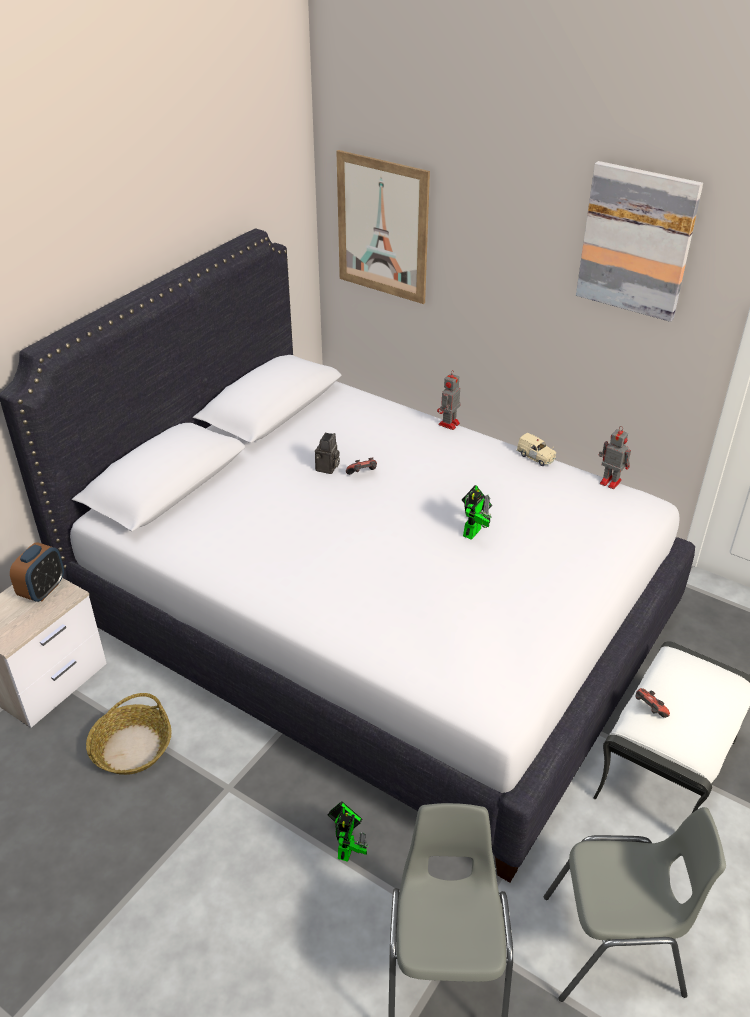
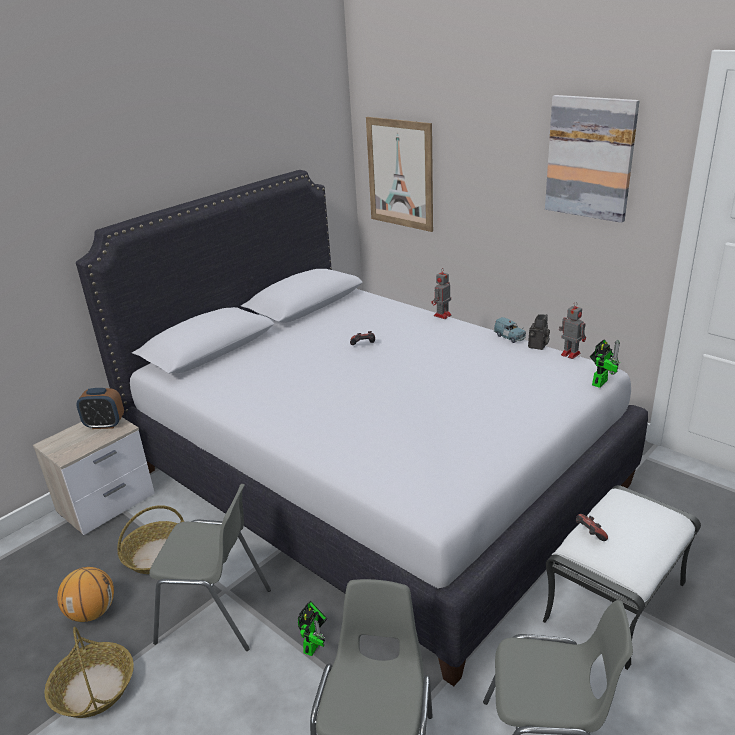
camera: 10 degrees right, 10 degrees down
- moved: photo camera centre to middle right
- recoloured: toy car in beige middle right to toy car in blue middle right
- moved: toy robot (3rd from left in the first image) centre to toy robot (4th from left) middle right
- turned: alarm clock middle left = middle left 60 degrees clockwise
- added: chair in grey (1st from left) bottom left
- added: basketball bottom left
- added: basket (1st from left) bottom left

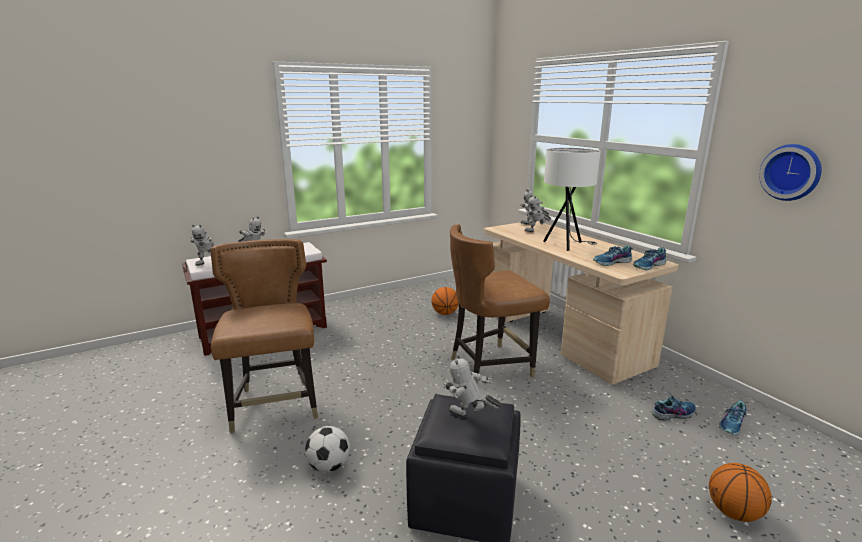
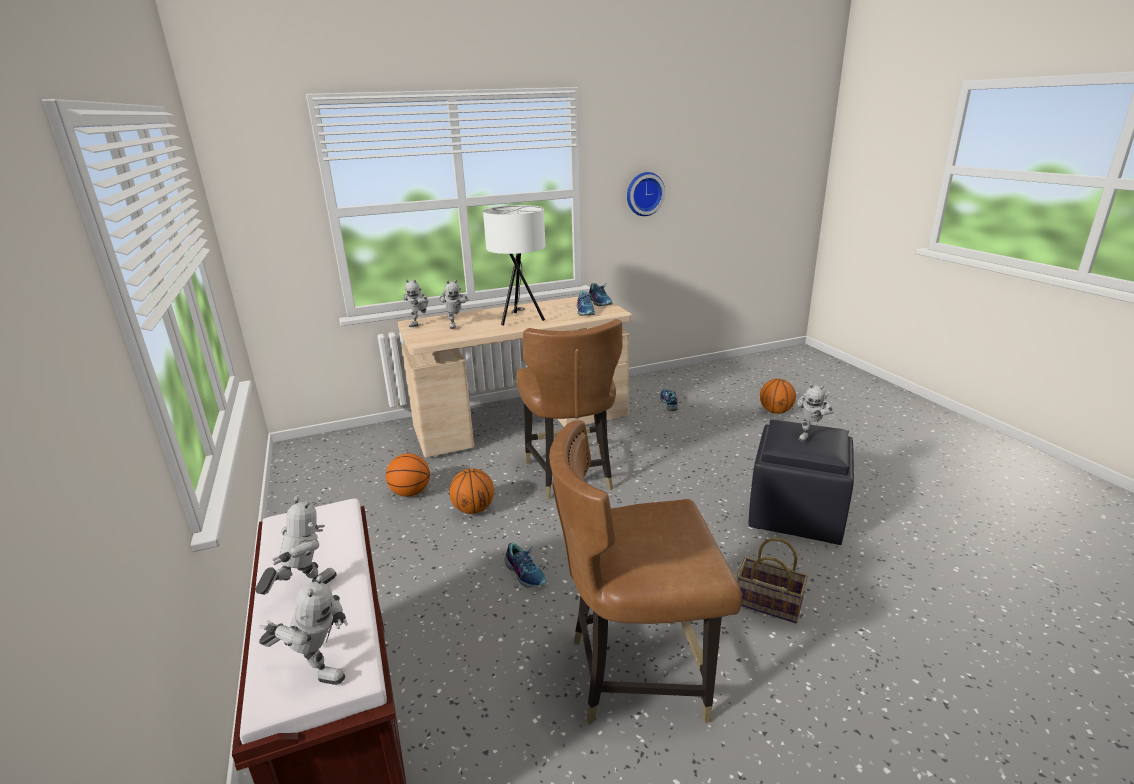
camera: 80 degrees left, 5 degrees up
- moved: shoe (4th from left in the first image) bottom right to shoe (1st from left) bottom centre
- replaced: football bottom centre to basket bottom right
- added: basketball (2nd from left) centre

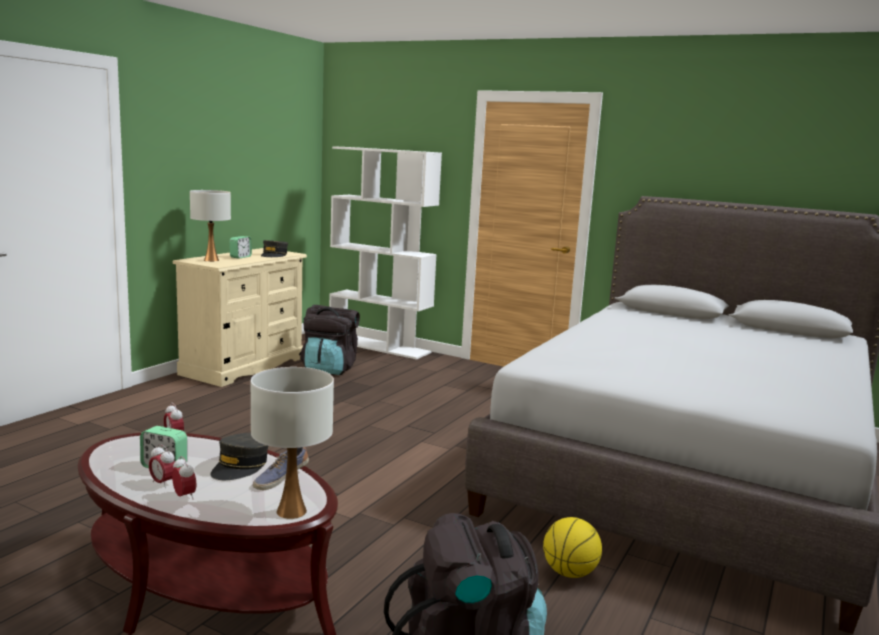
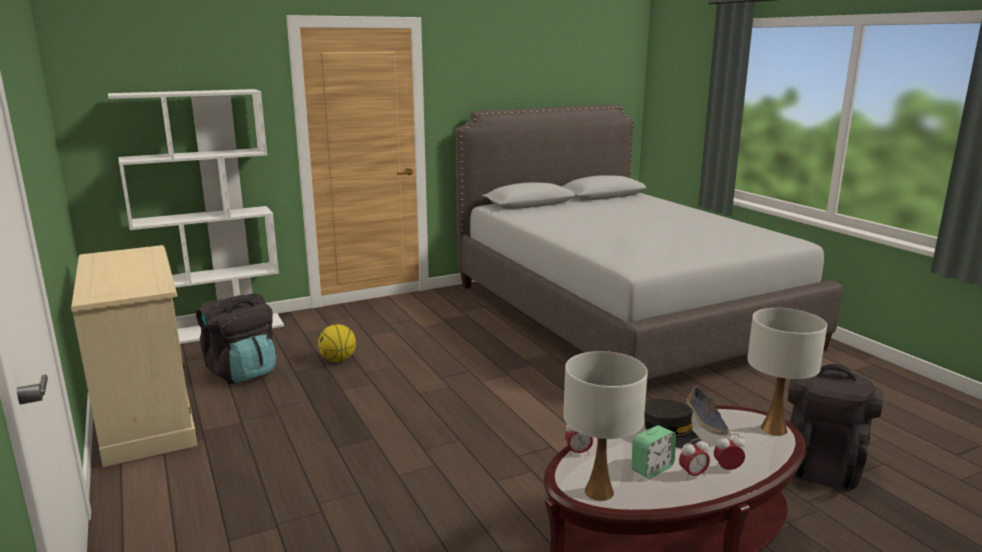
camera: 55 degrees left, 5 degrees up
- moved: table lamp in white (1st from left) middle left to bottom centre
- removed: alarm clock (5th from left) middle left
- removed: cap in grey (2nd from left) middle left
- moved: basketball bottom centre to centre

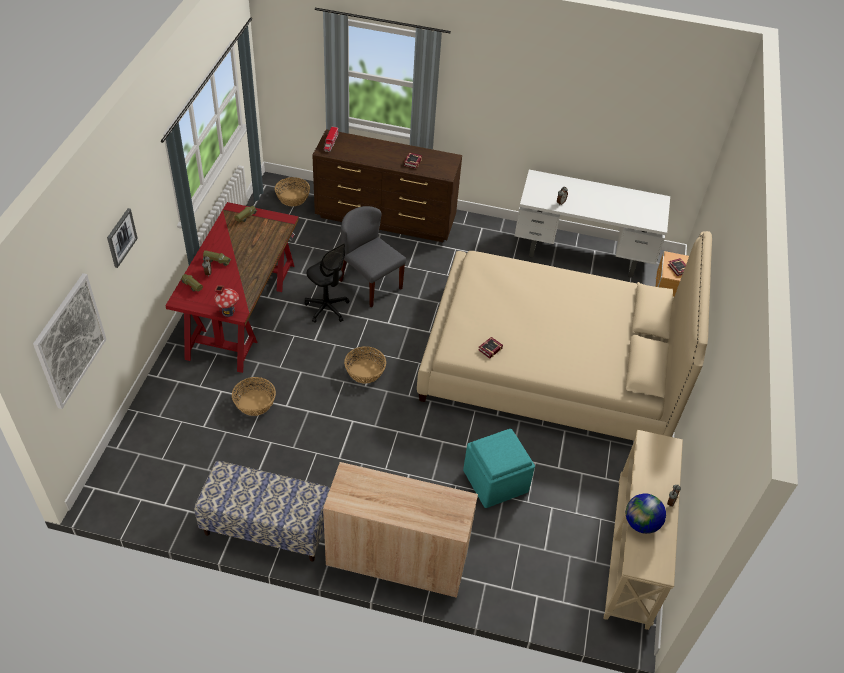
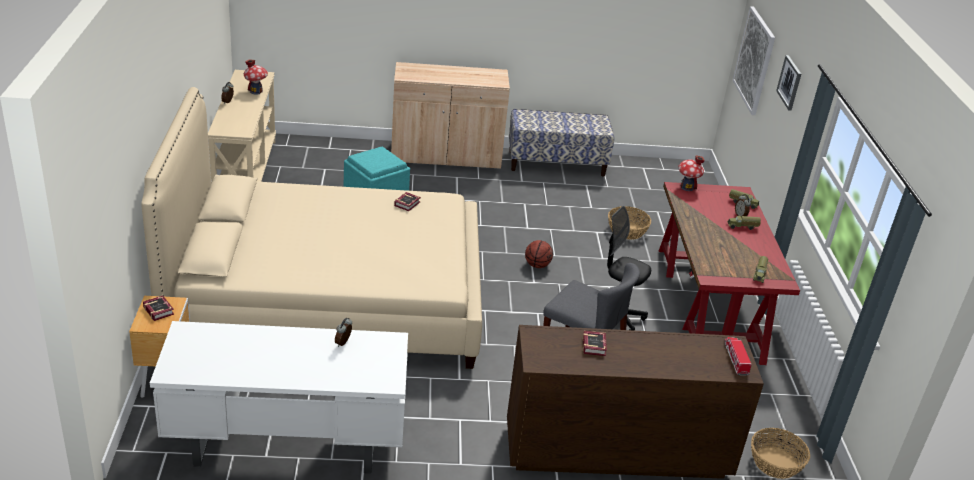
camera: 165 degrees right, 15 degrees down
- replaced: basket (3rd from left) centre to basketball centre
- replaced: globe bottom right to toy house (1st from left) top left

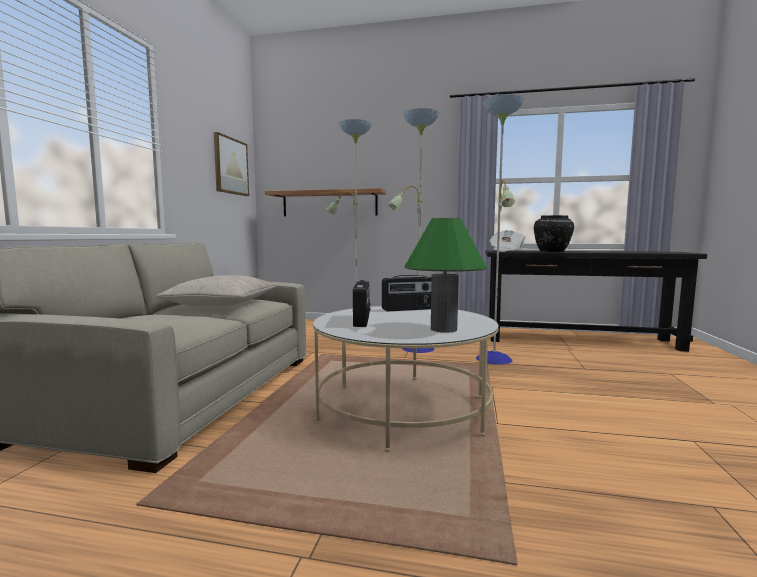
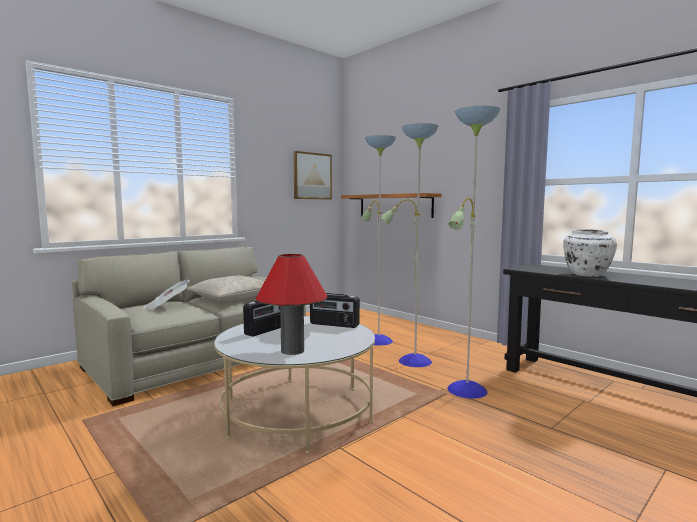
camera: 35 degrees right, 0 degrees up
- recoloured: vase in black middle right to vase in white middle right
- recoloured: table lamp in green centre to table lamp in red centre
- moved: newspaper middle right to middle left

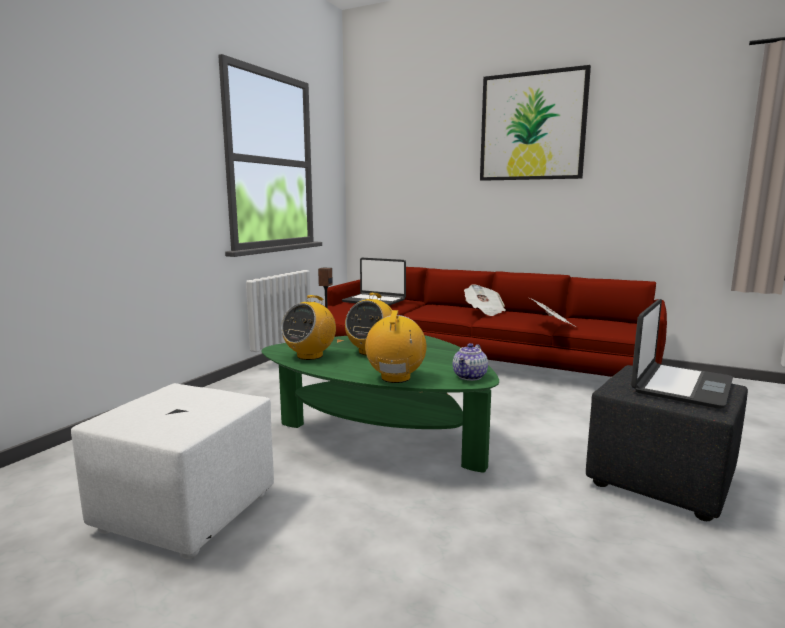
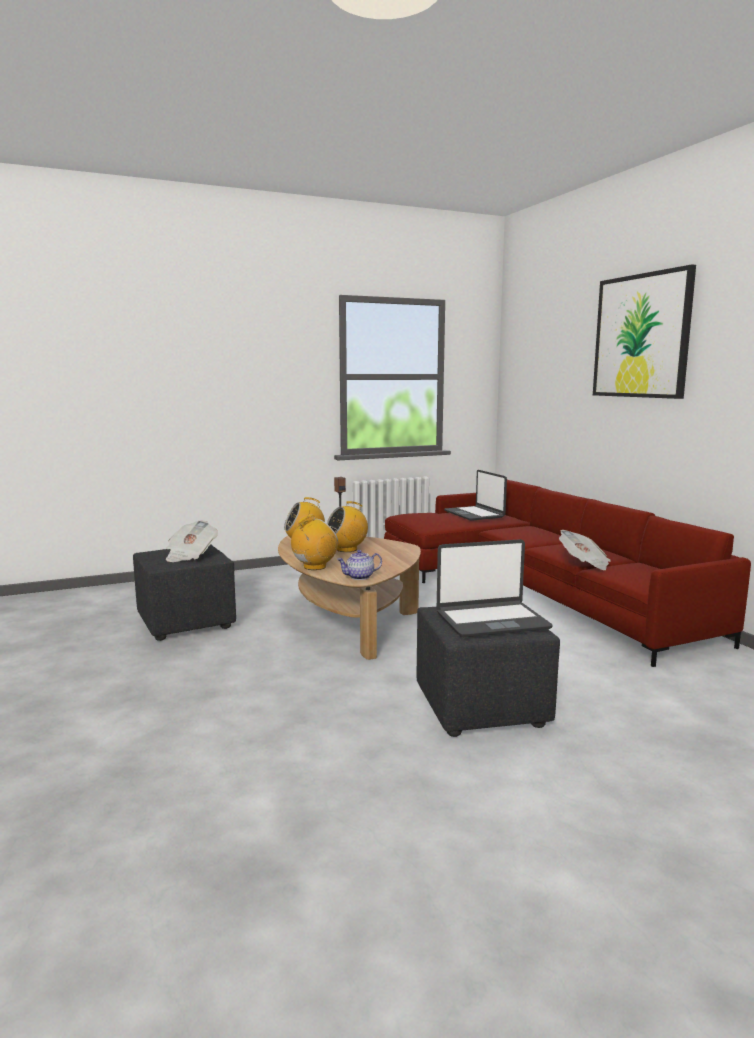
camera: 40 degrees right, 0 degrees up
- moved: newspaper (1st from left) centre to middle left
- recoloured: coffee table in green centre to coffee table in brown centre
- recoloured: ottoman in white bottom left to ottoman in black (1st from left) middle left

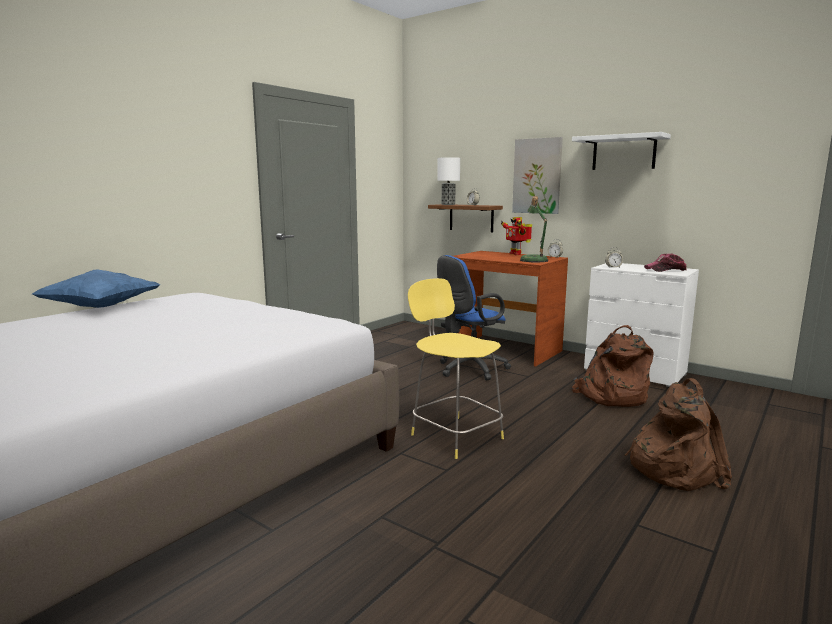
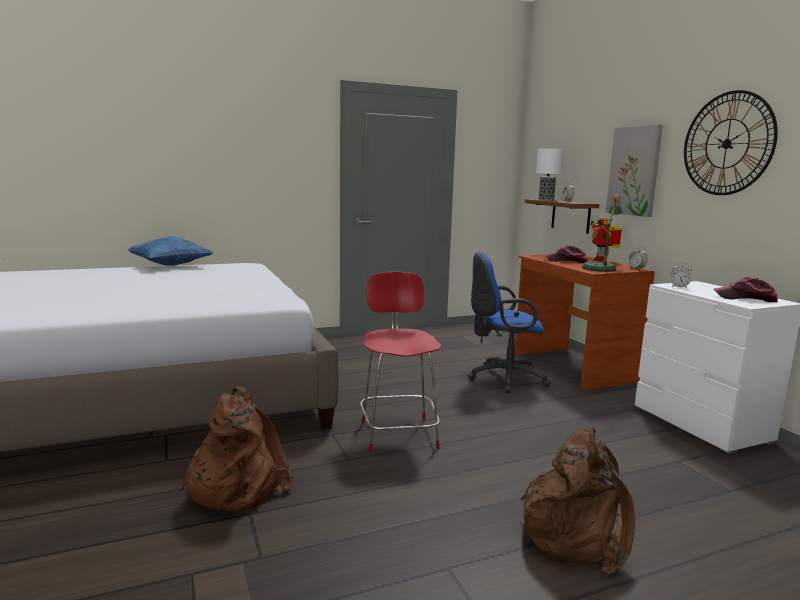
camera: 30 degrees right, 0 degrees up
- replaced: shelf in white top right to wall clock top right
- recoloured: stool in yellow centre to stool in red centre
- moved: backpack in brown (1st from left) middle right to bottom left
- added: cap (1st from left) middle right

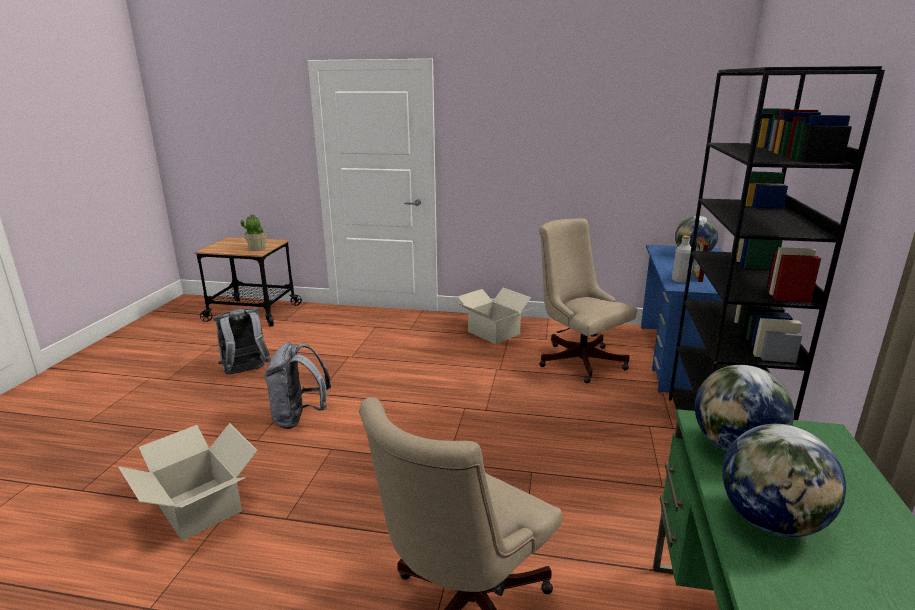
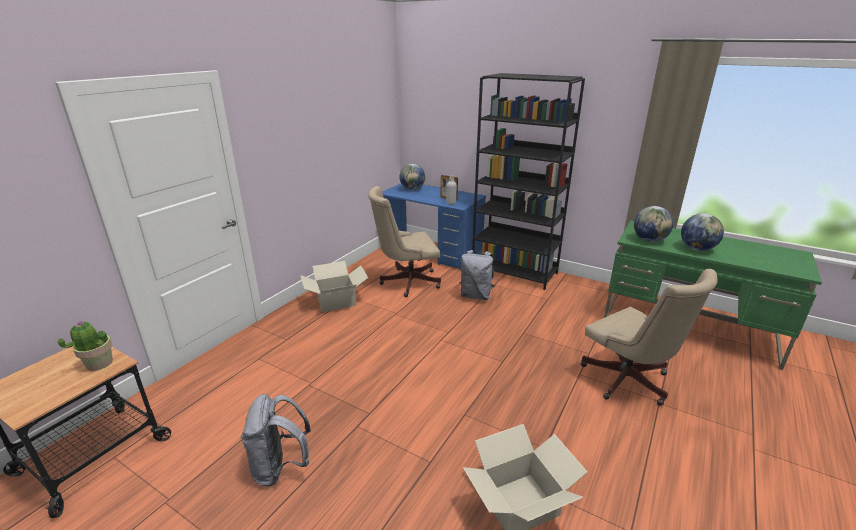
camera: 70 degrees left, 5 degrees up
- moved: backpack in grey (2nd from left) middle left to centre

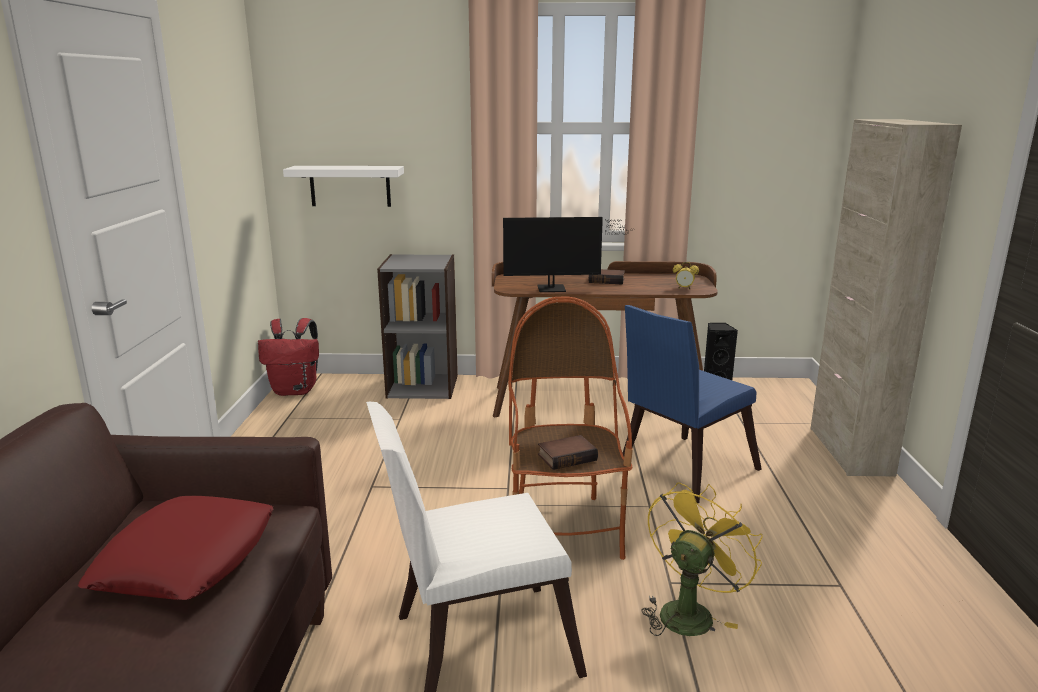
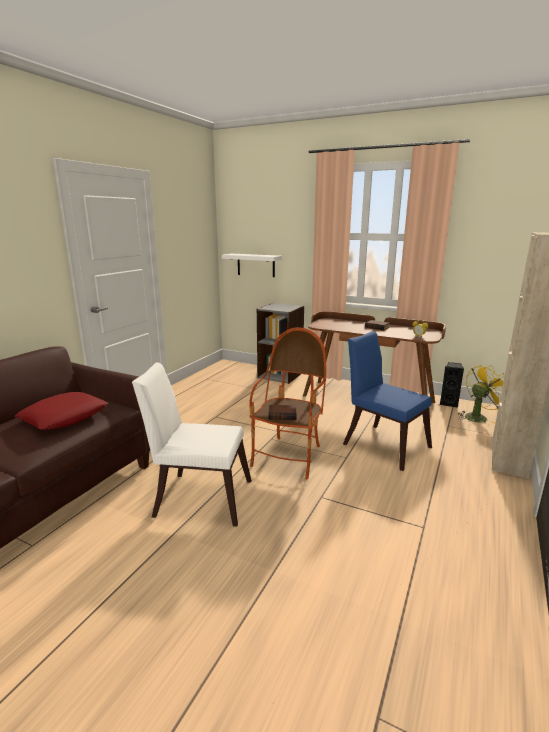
camera: 25 degrees right, 0 degrees up
- removed: monitor centre
- turned: chair in blue middle right = middle right 60 degrees clockwise
- removed: backpack in red middle left
- moved: fan in yellow bottom right to middle right

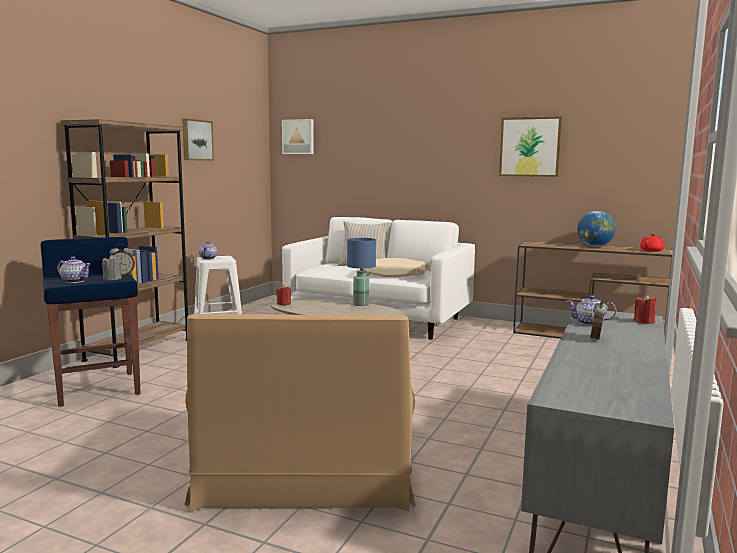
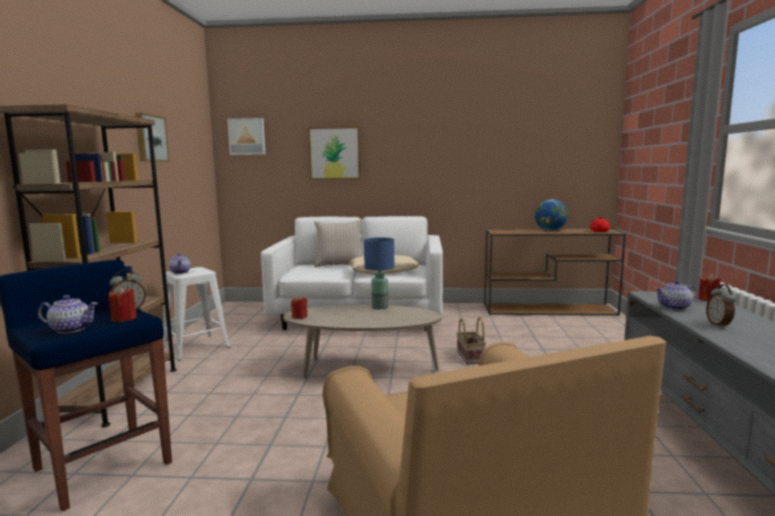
camera: 20 degrees left, 0 degrees up
- moved: picture (3rd from left) top right to top centre
- recoloured: candle in grey middle left to candle in red (1st from left) middle left
- added: basket centre

